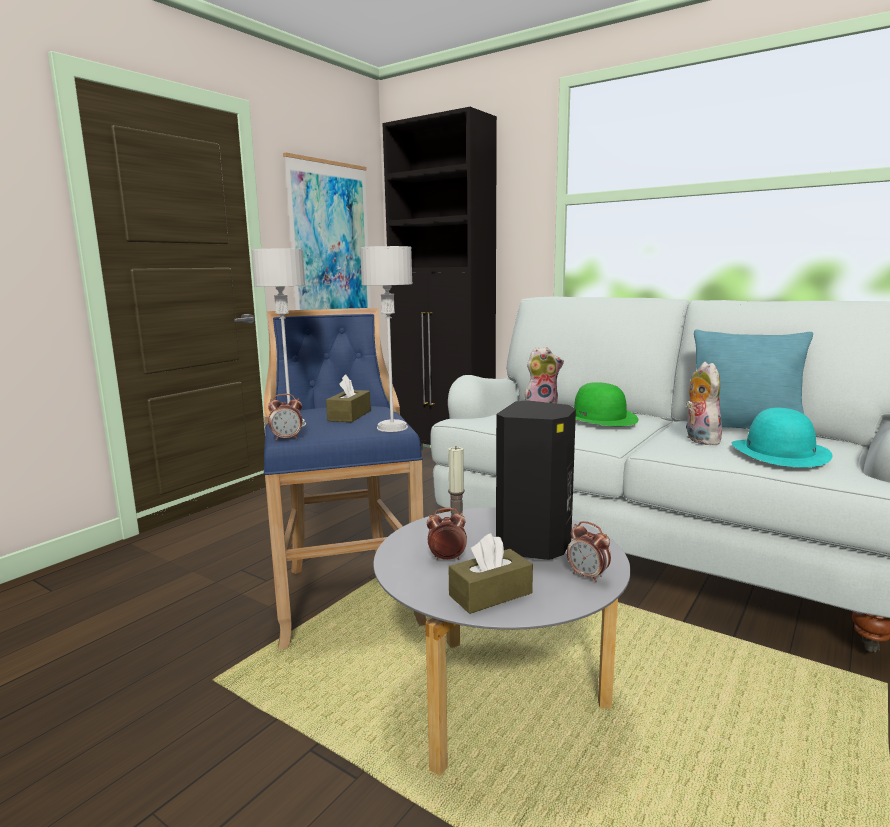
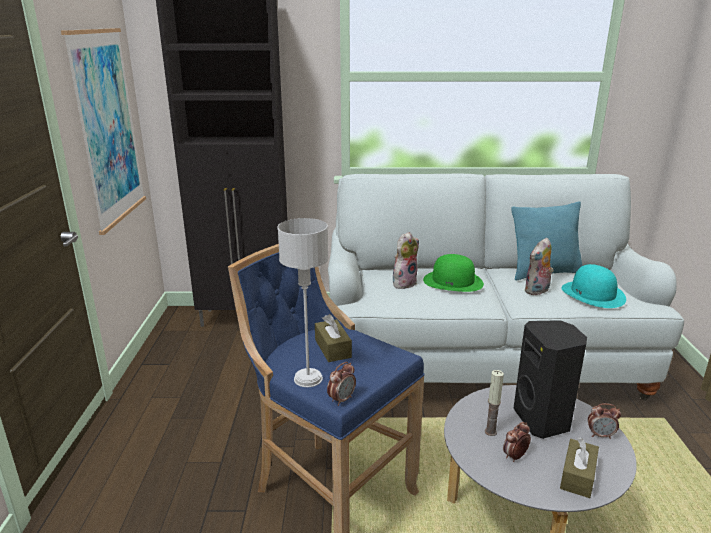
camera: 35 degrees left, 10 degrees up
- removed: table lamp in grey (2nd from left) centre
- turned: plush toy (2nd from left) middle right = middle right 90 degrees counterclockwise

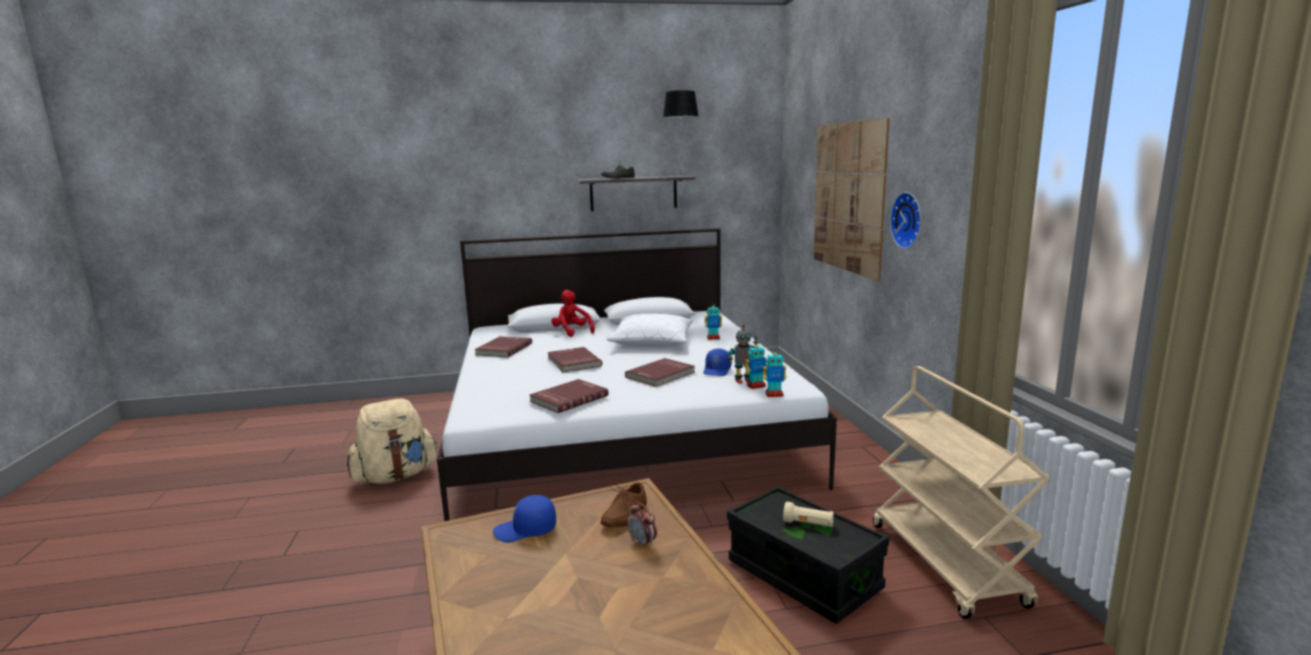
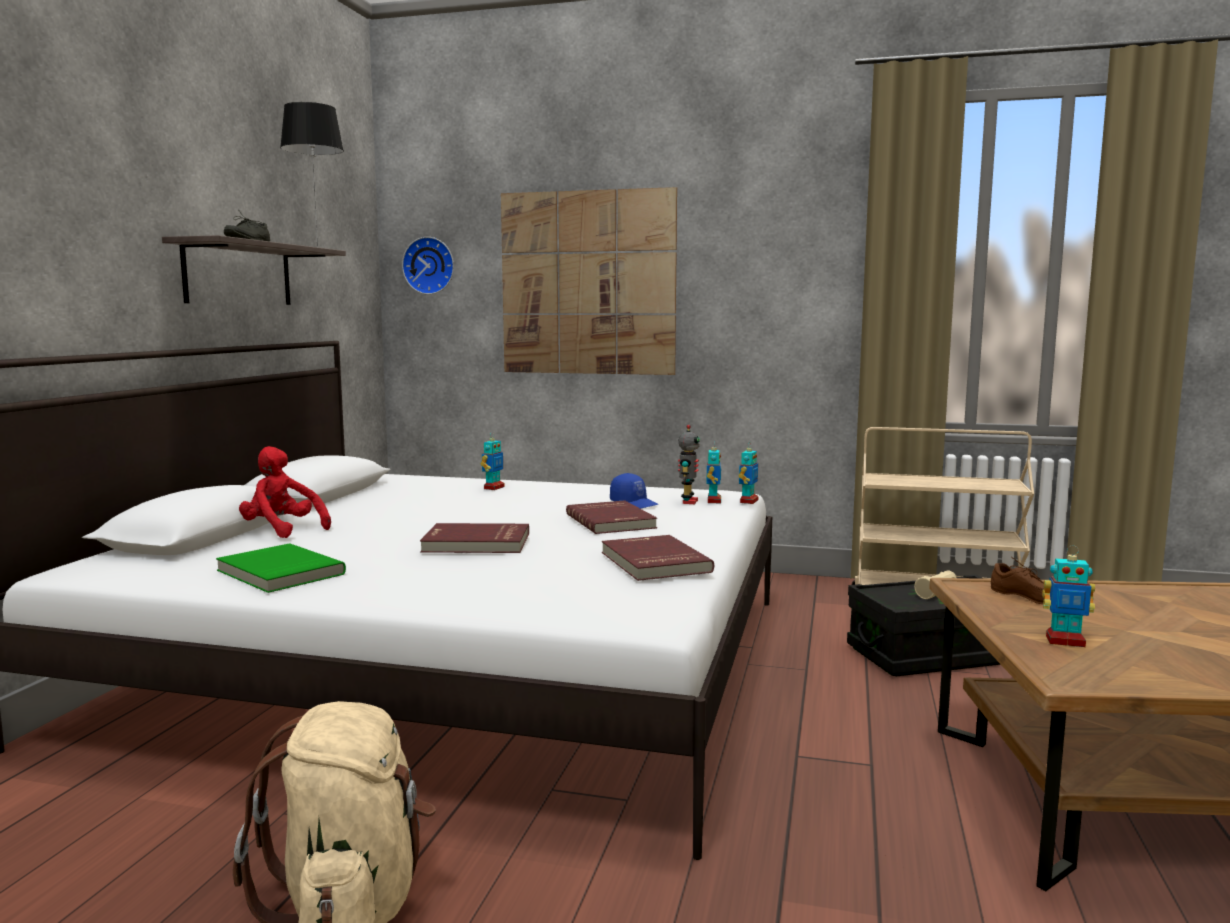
camera: 65 degrees left, 5 degrees down
- moved: wall clock middle right to top centre
- turned: plush toy in red centre = middle left 45 degrees clockwise
- removed: pillow in white centre
- recoloured: book in red (1st from left) centre to book in green middle left
- replaced: cap in blue (1st from left) bottom centre to toy robot (5th from left) middle right
- removed: alarm clock bottom centre

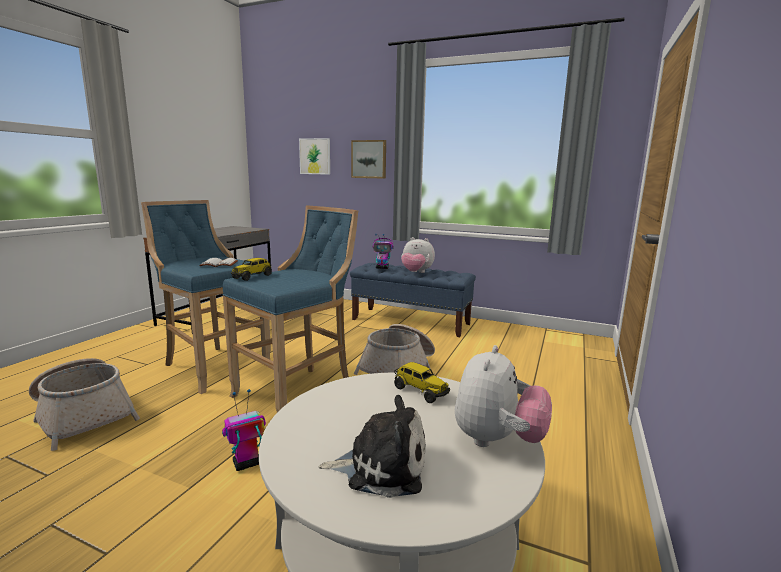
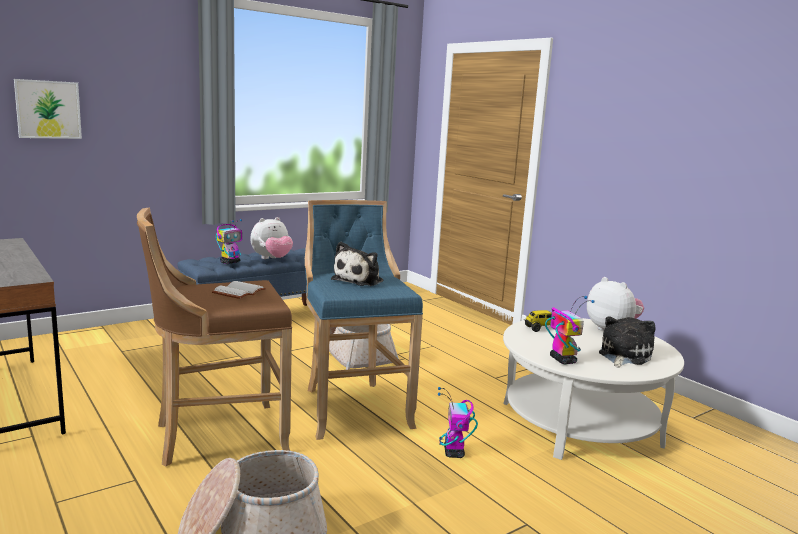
camera: 60 degrees left, 0 degrees up
- removed: picture (2nd from left) top centre
- recoloured: stool in blue (1st from left) middle left to stool in brown middle left
- removed: toy truck (1st from left) middle left
- added: plush toy (2nd from left) centre
- added: toy robot (3rd from left) middle right

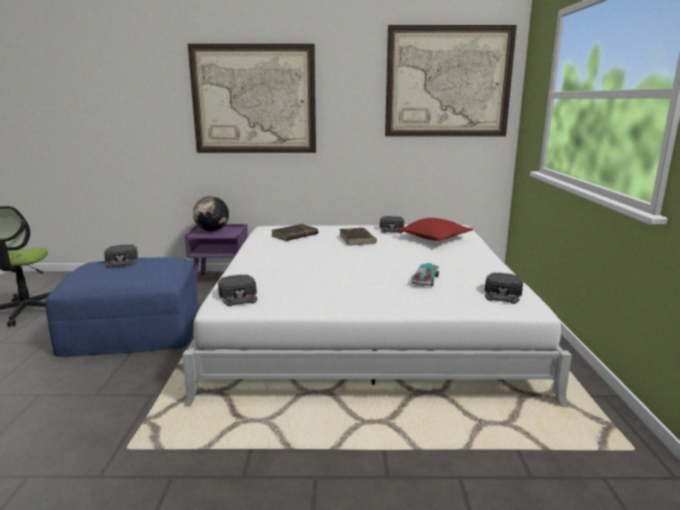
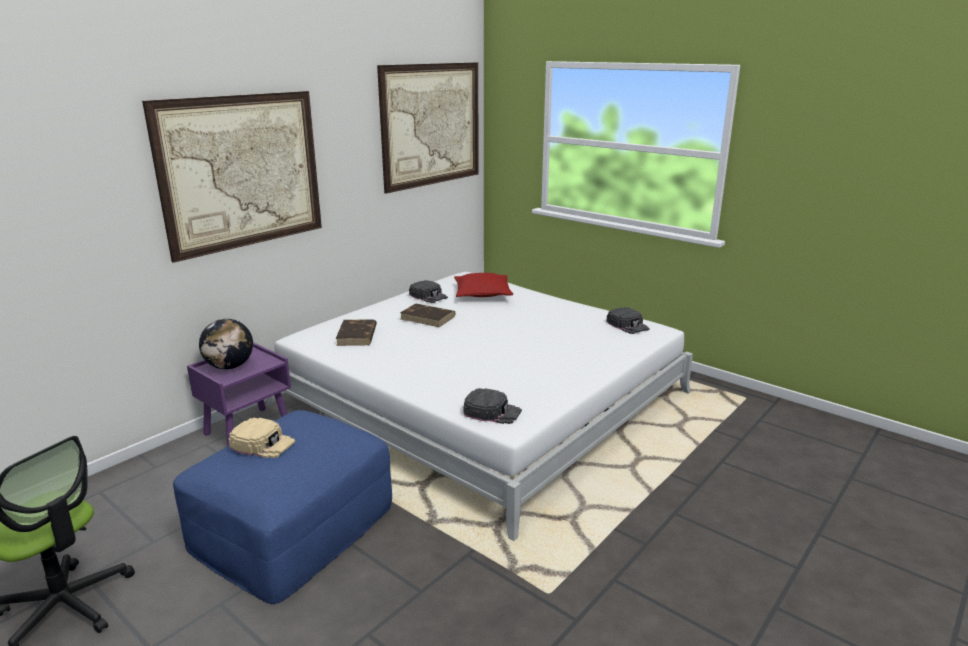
camera: 50 degrees left, 5 degrees up
- recoloured: cap in black (1st from left) middle left to cap in beige bottom left
- removed: toy car centre

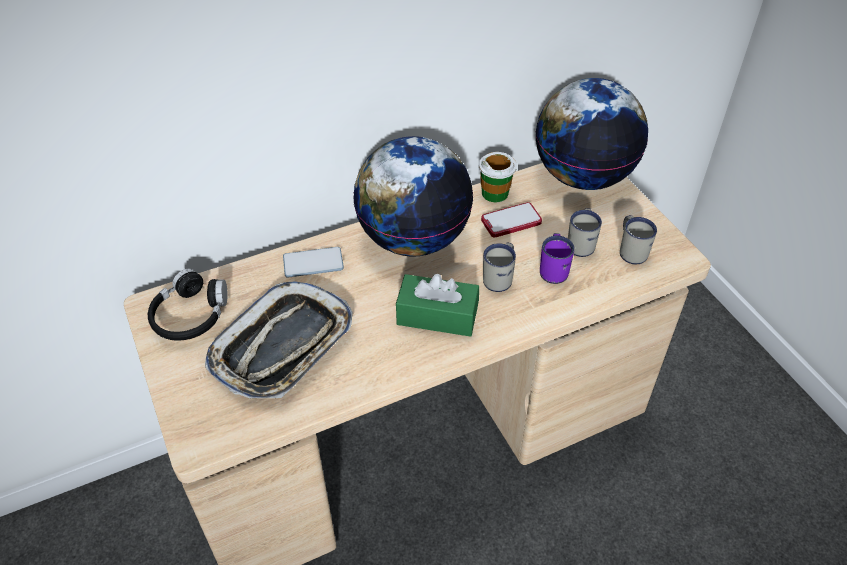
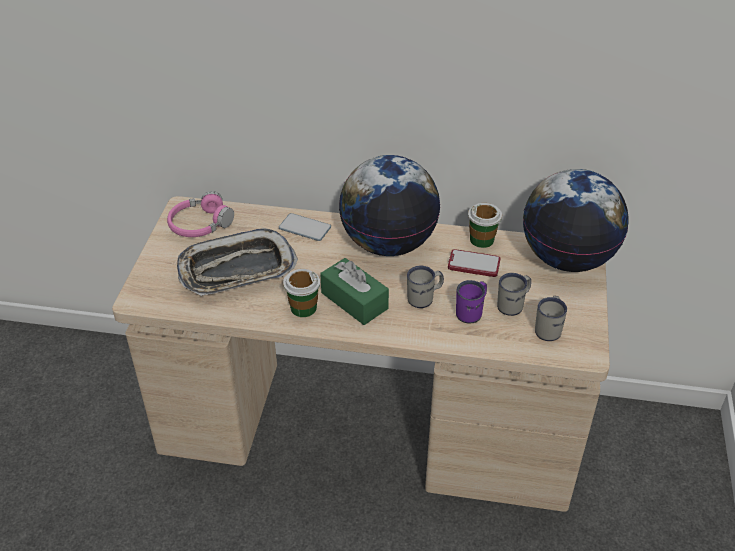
camera: 35 degrees right, 5 degrees down
- recoloured: headphones in black middle left to headphones in pink middle left
- added: cup (1st from left) centre

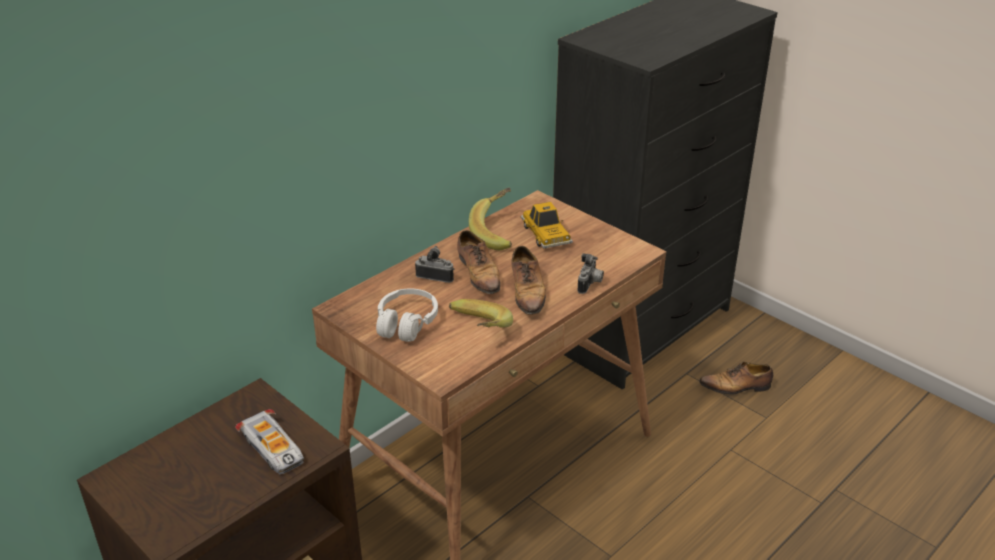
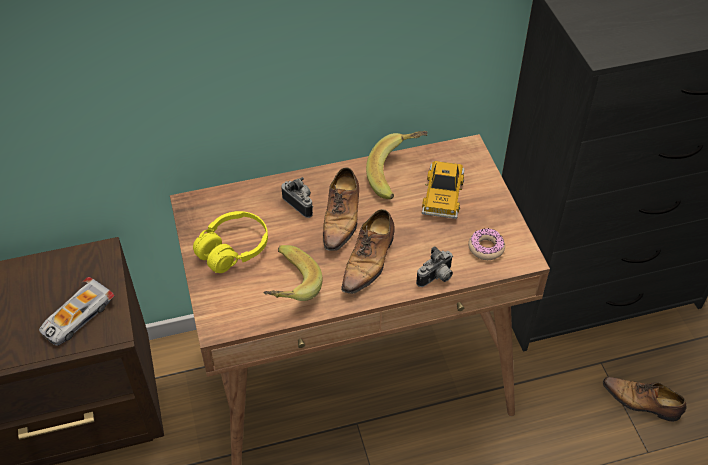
camera: 30 degrees right, 15 degrees up
- recoloured: headphones in white centre to headphones in yellow middle left
- turned: toy car (1st from left) bottom left = bottom left 45 degrees clockwise
- added: donut middle right

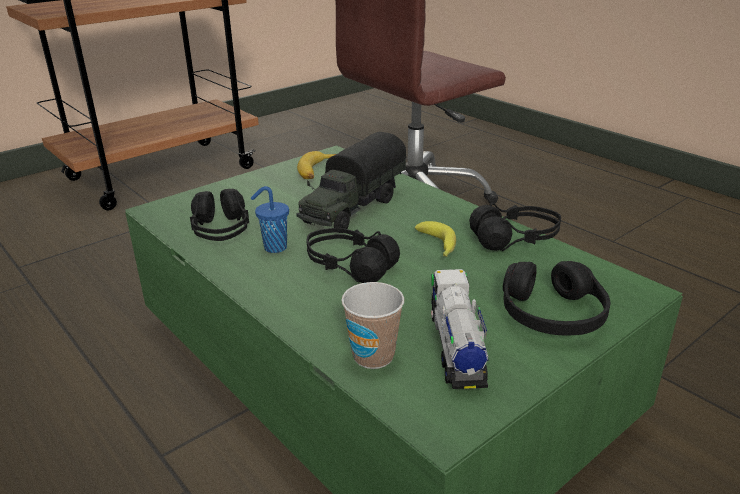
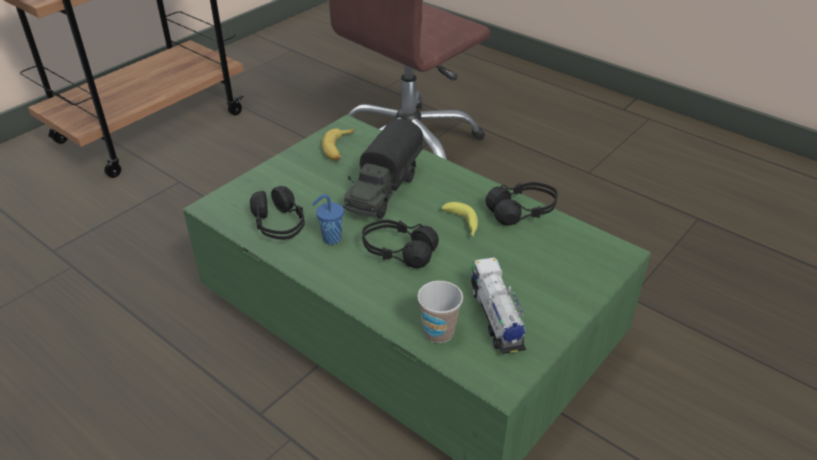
camera: 10 degrees left, 10 degrees up
- removed: headphones in black (4th from left) middle right

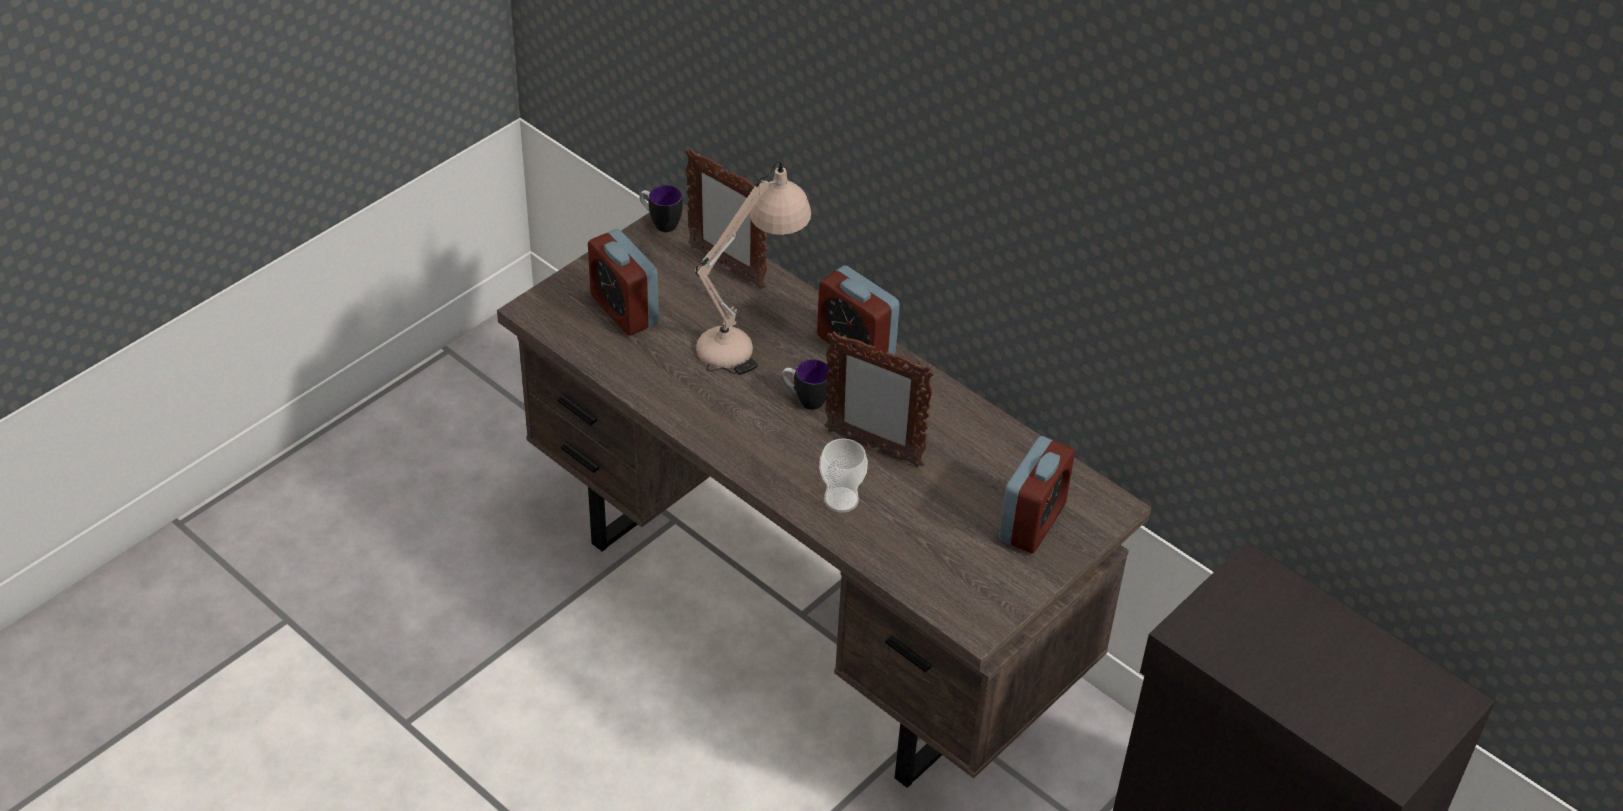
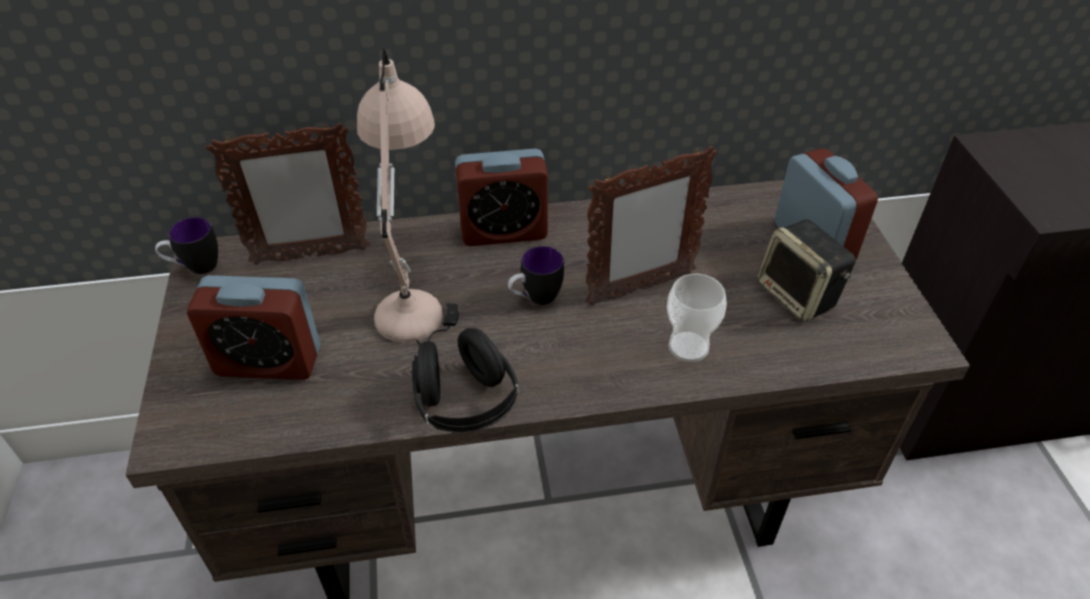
camera: 50 degrees left, 0 degrees up
- added: speaker middle right
- added: headphones in black centre

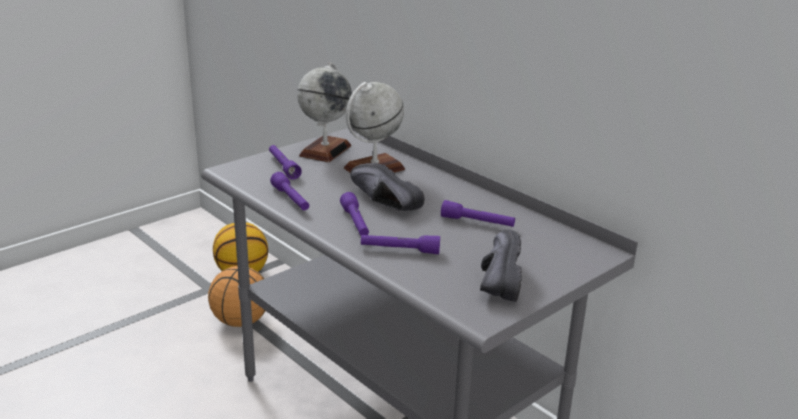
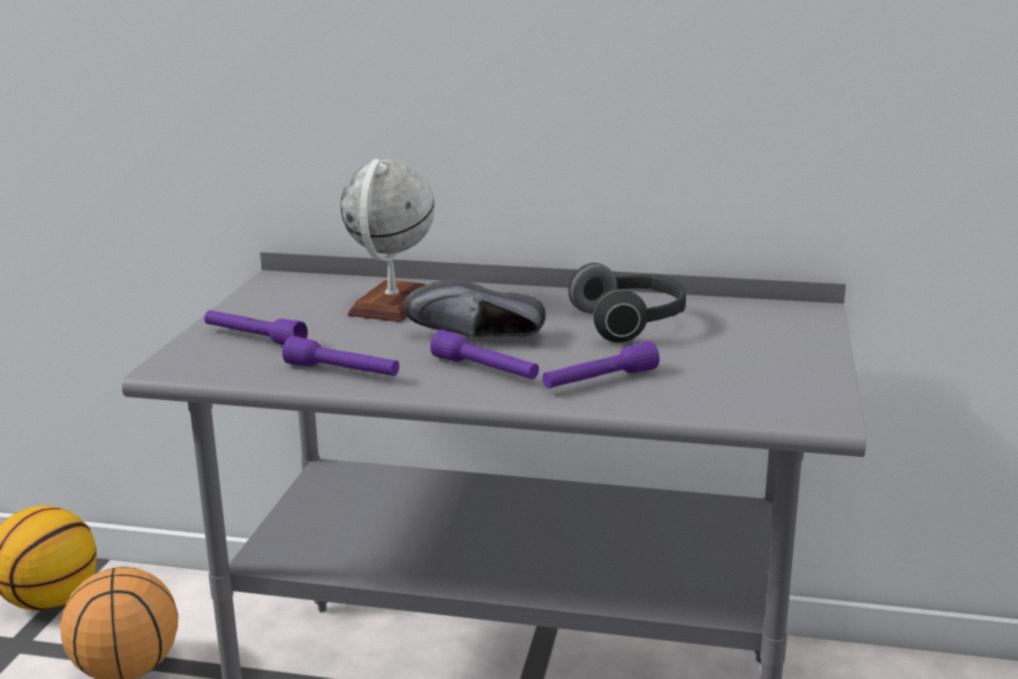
camera: 35 degrees left, 5 degrees down
- removed: globe (1st from left) top centre
- replaced: flashlight in purple (5th from left) centre to headphones centre
- removed: shoe in black (2nd from left) centre

